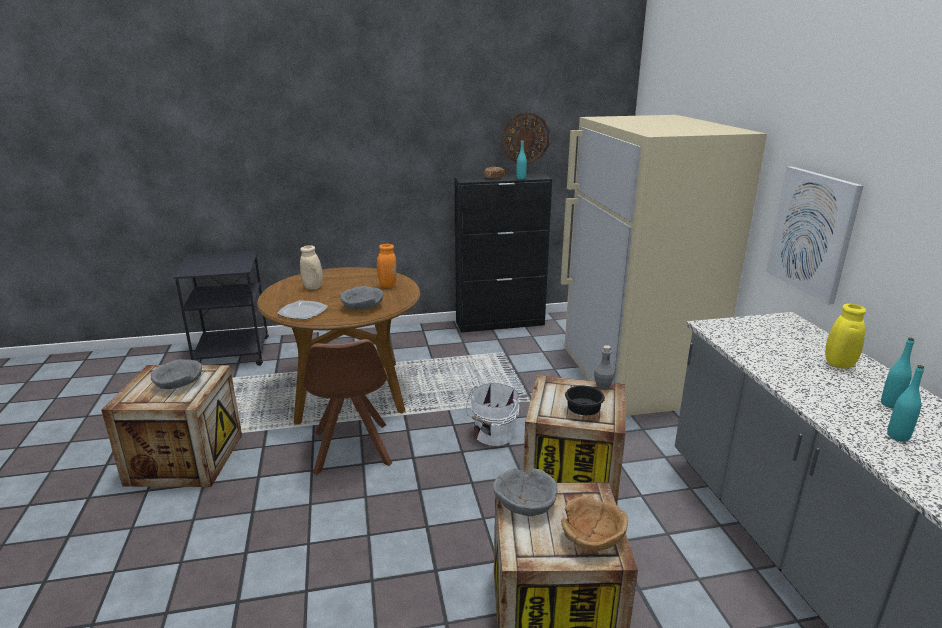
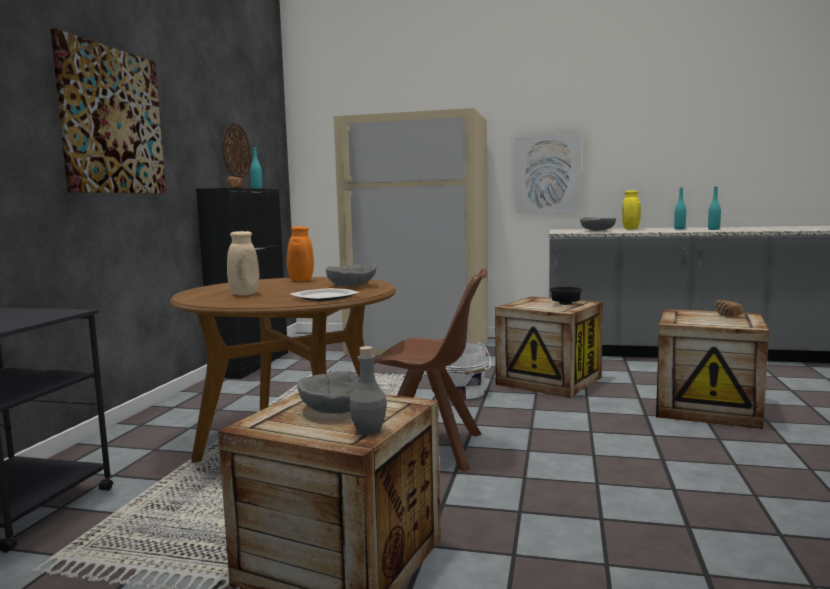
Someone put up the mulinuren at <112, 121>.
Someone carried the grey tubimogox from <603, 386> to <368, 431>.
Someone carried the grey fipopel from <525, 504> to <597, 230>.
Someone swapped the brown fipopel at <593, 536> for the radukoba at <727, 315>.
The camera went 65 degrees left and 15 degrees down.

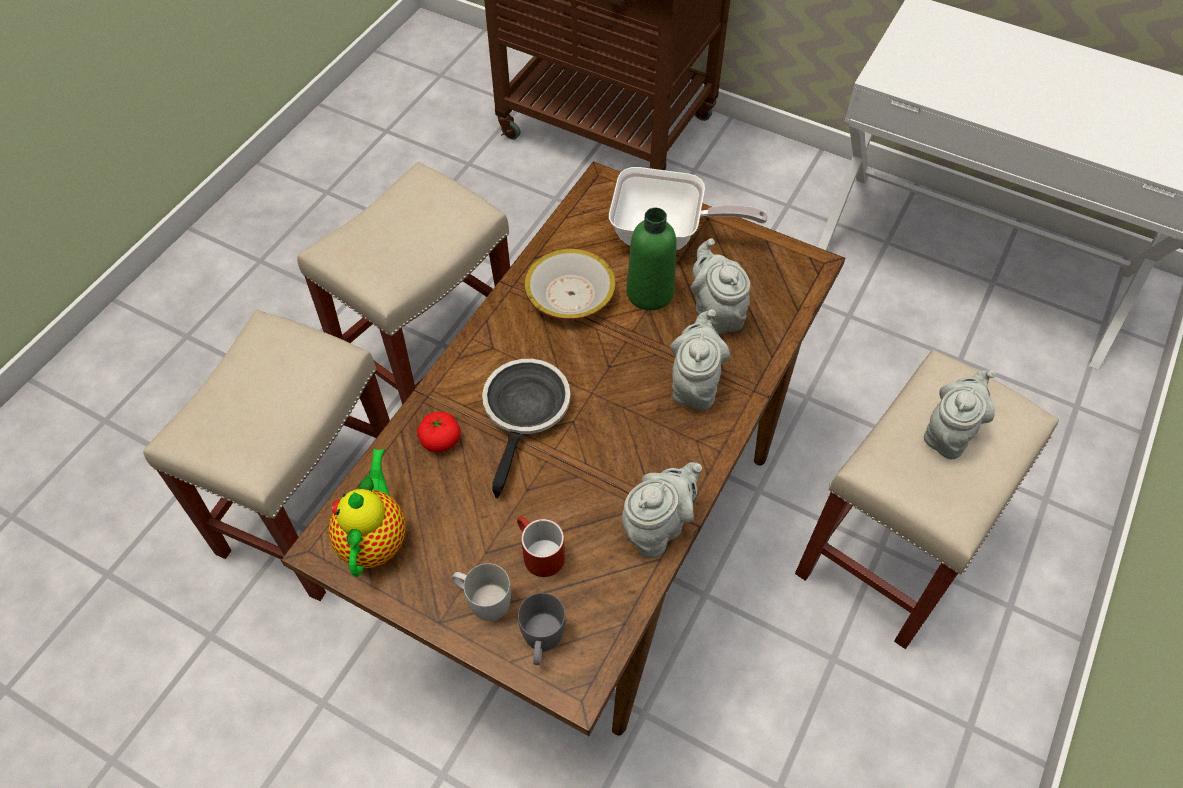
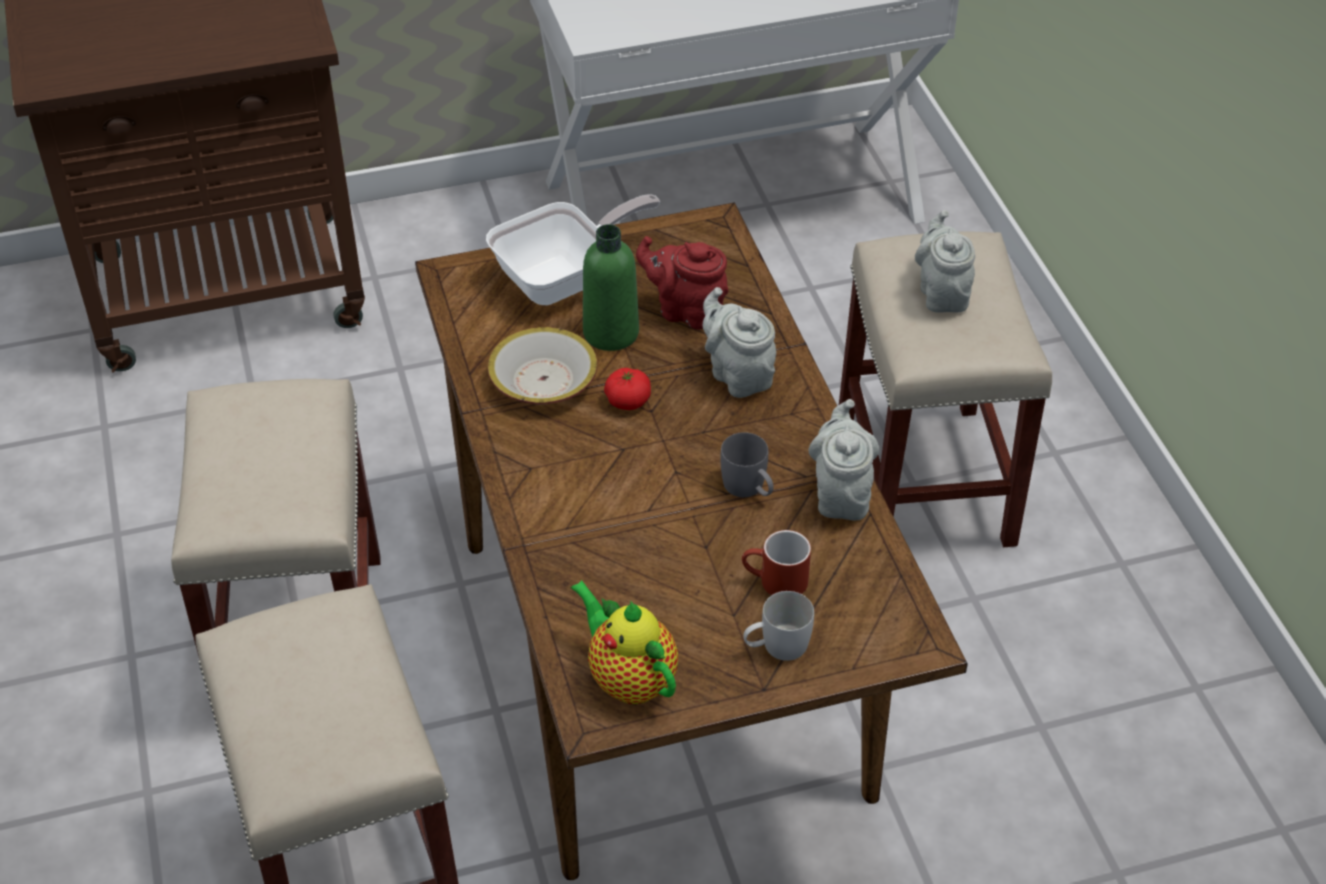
Someone carried the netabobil from <440, 440> to <628, 401>.
Someone repainted the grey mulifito at <716, 312>, which became the red mulifito at <686, 310>.
Someone carried the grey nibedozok from <542, 641> to <749, 489>.
Someone took away the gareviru at <526, 413>.
The camera went 45 degrees left and 10 degrees down.

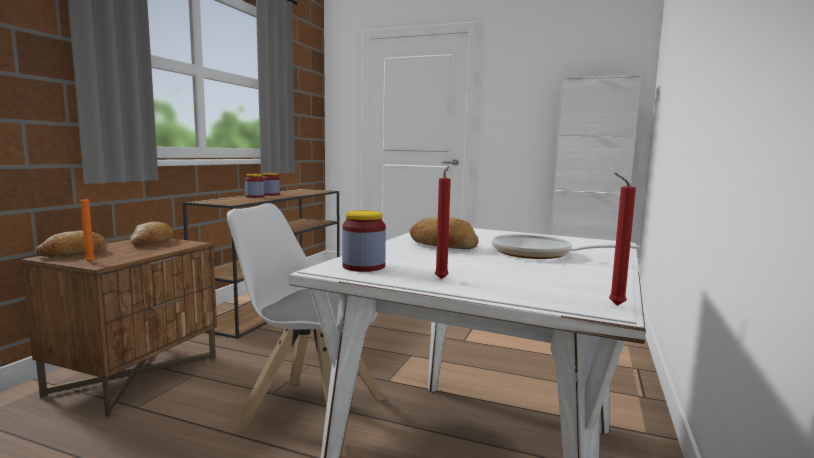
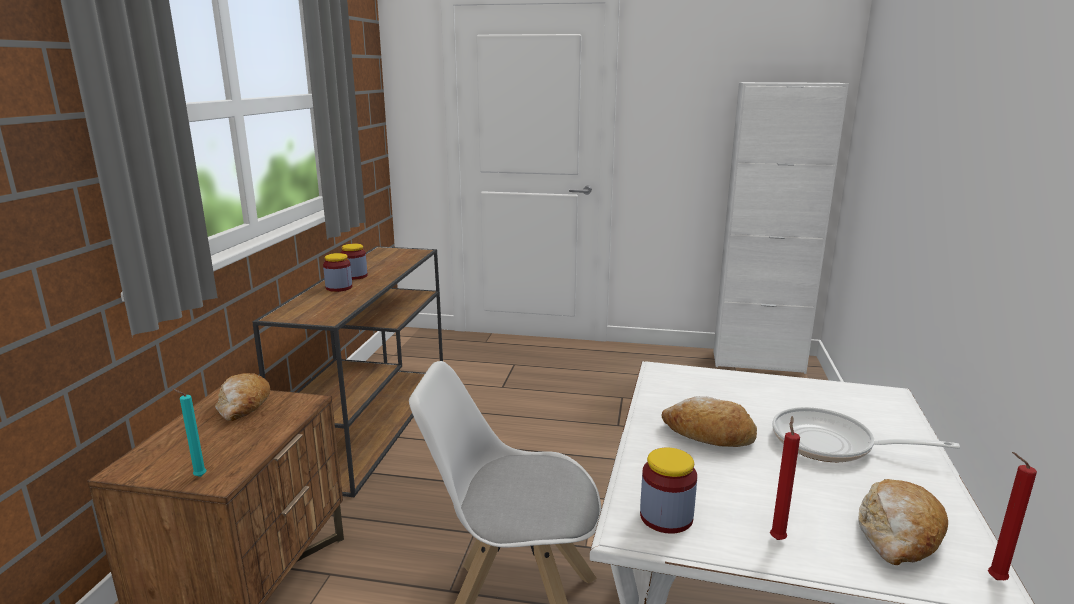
Someone repainted the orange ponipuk at <88, 262>, which became the turquoise ponipuk at <198, 476>.
Someone carried the radukoba from <74, 254> to <898, 535>.
The camera went 10 degrees left and 10 degrees up.

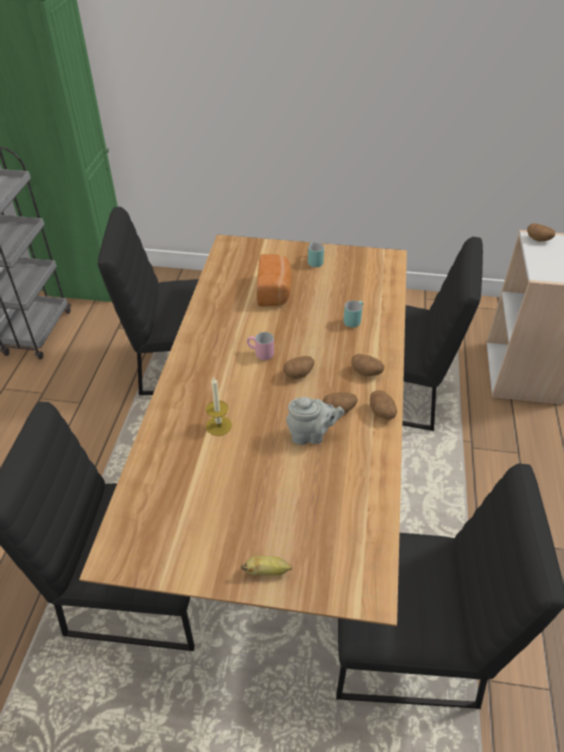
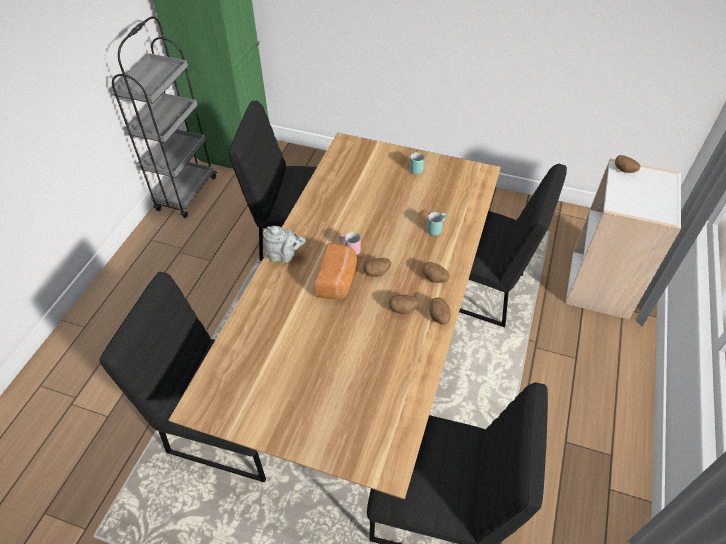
Someone carried the grey mulifito from <311, 435> to <284, 256>.
Someone carried the radukoba from <274, 291> to <338, 281>.
Someone took away the ponipuk at <218, 425>.
Someone took away the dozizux at <267, 571>.
The camera went 10 degrees right and 5 degrees up.

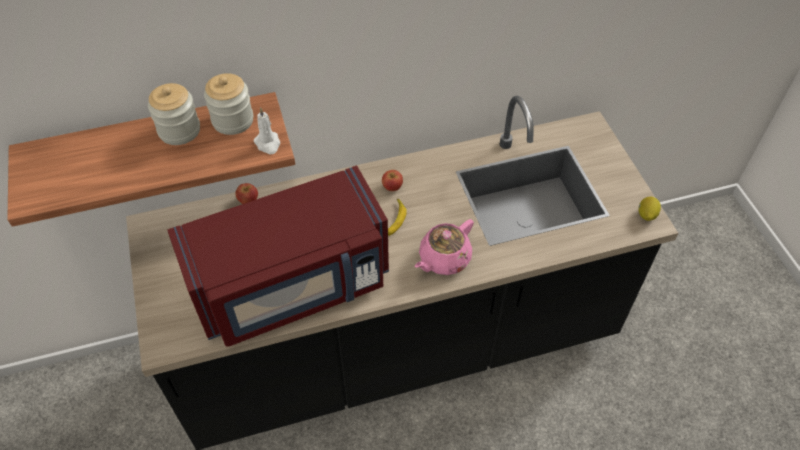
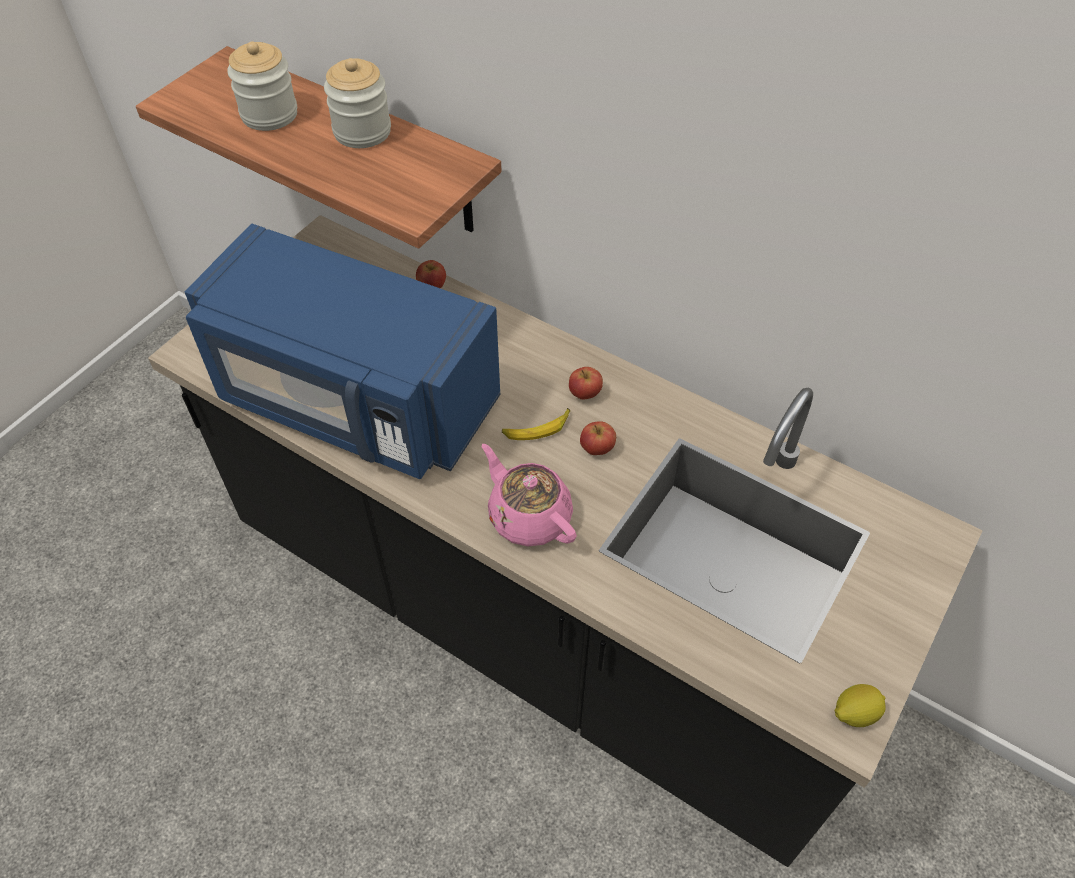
Someone repainted the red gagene at <293, 286>, which became the blue gagene at <354, 401>.
Someone carried the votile from <233, 120> to <269, 115>.
Someone rotated the pink mulifito at <443, 259> by 45 degrees clockwise.
Someone put down the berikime at <597, 449>.
Someone took away the white ponipuk at <268, 144>.
The camera went 50 degrees right and 0 degrees up.

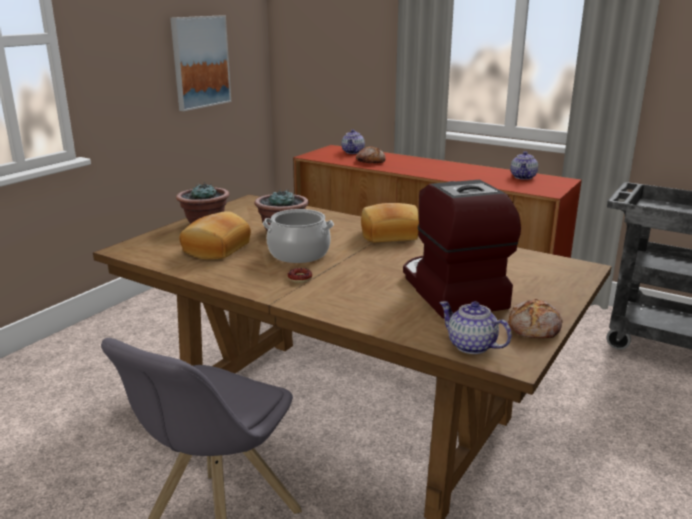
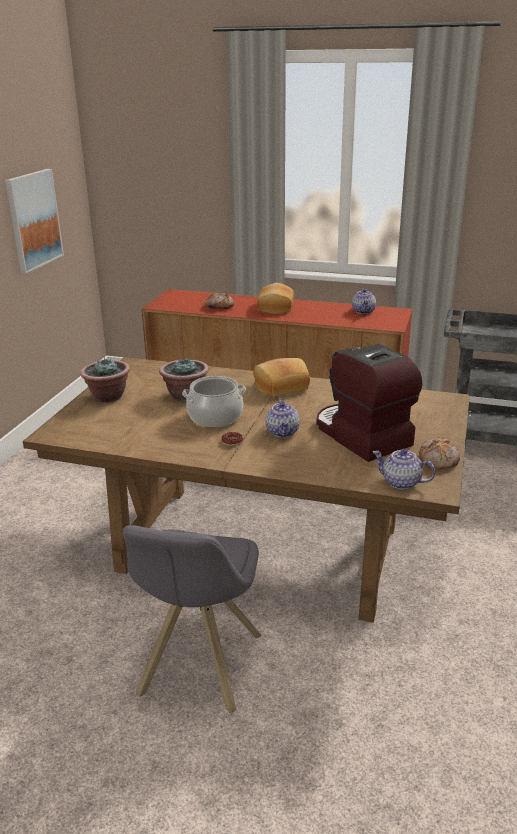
Someone carried the radukoba from <215, 248> to <274, 307>.
Someone carried the mulifito from <353, 152> to <283, 432>.
The camera went 15 degrees left and 5 degrees up.

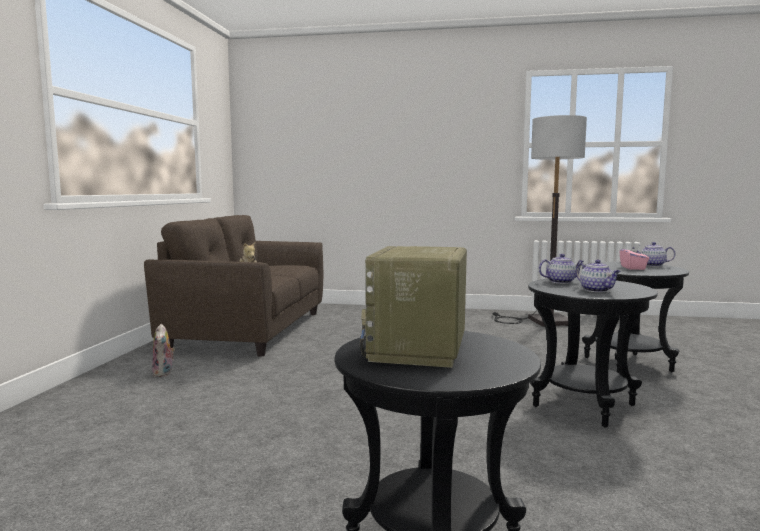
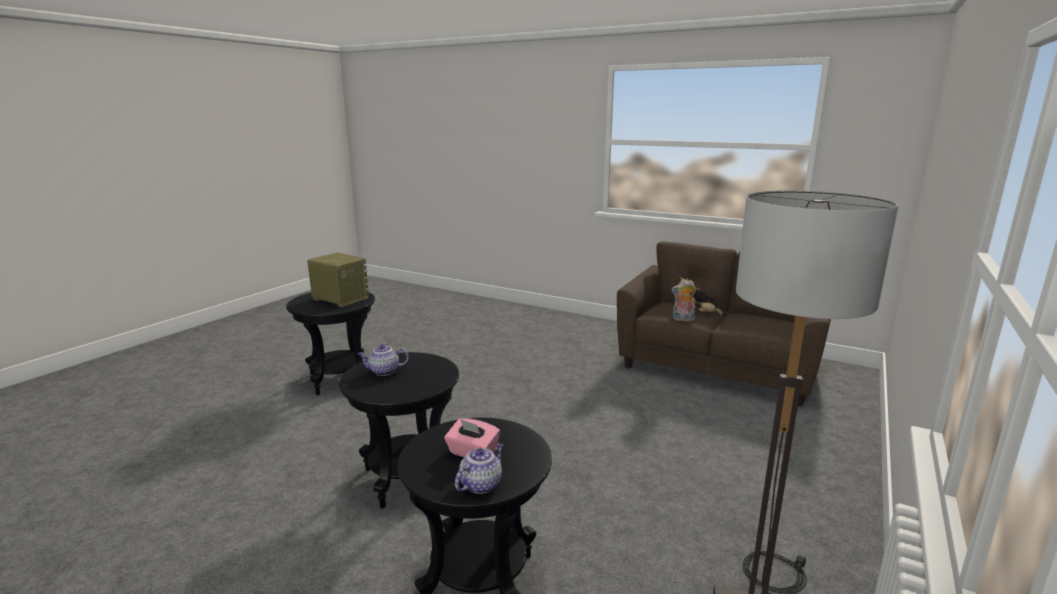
Someone carried the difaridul from <164, 373> to <682, 319>.
Someone took away the mulifito at <561, 282>.
The camera went 110 degrees right and 10 degrees up.

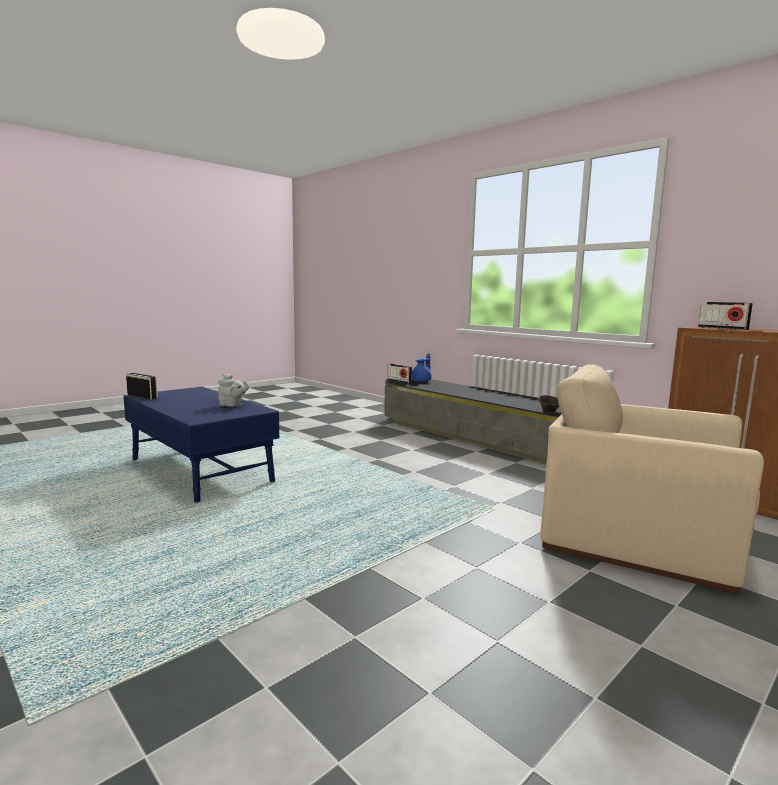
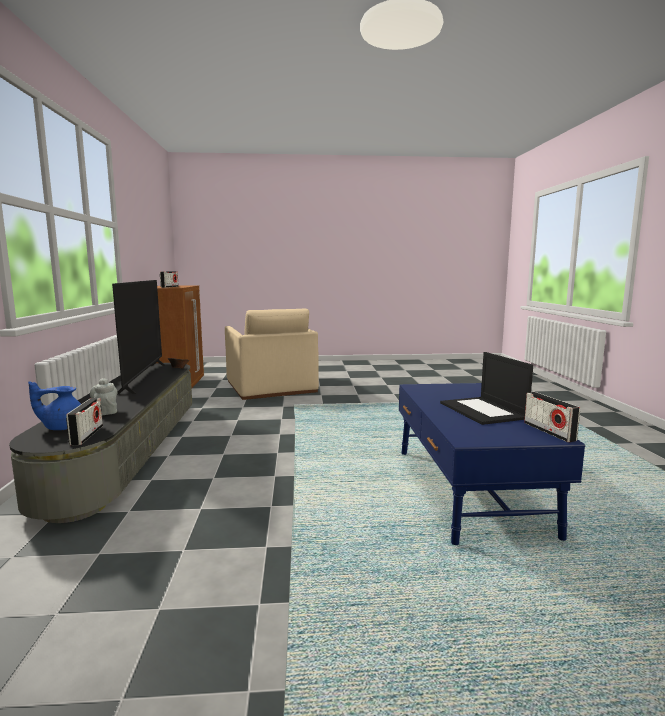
Someone carried the grey mulifito from <232, 405> to <106, 412>.
Someone put down the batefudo at <143, 378>.
Someone put down the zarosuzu at <483, 411>.
The camera went 140 degrees left and 0 degrees up.

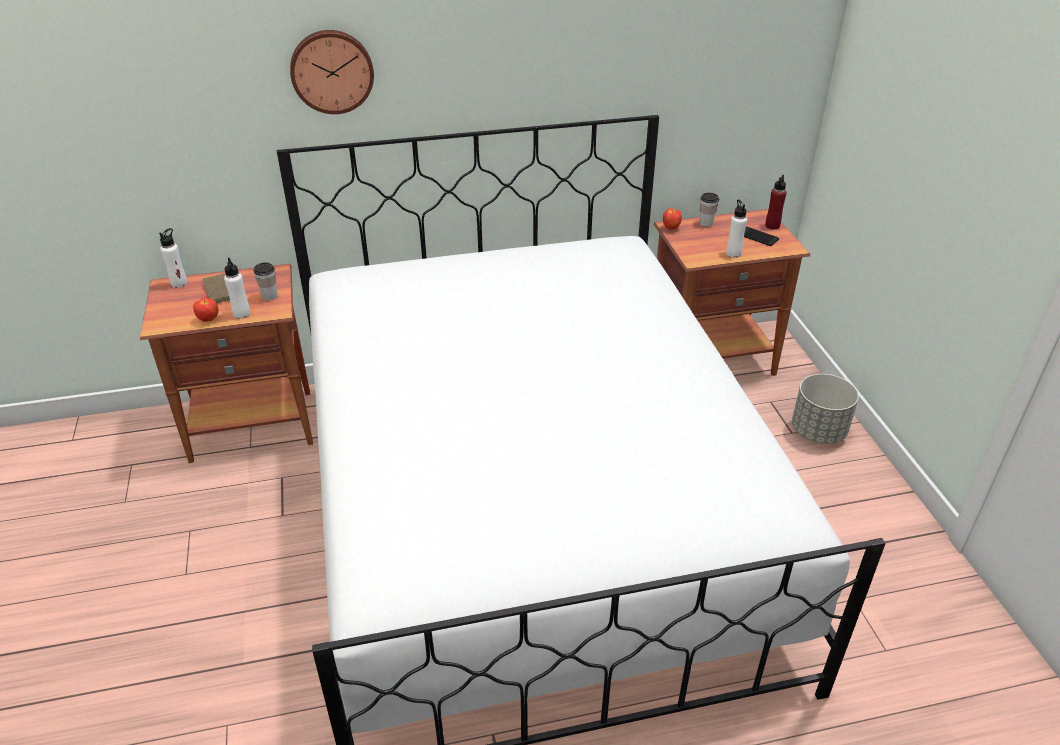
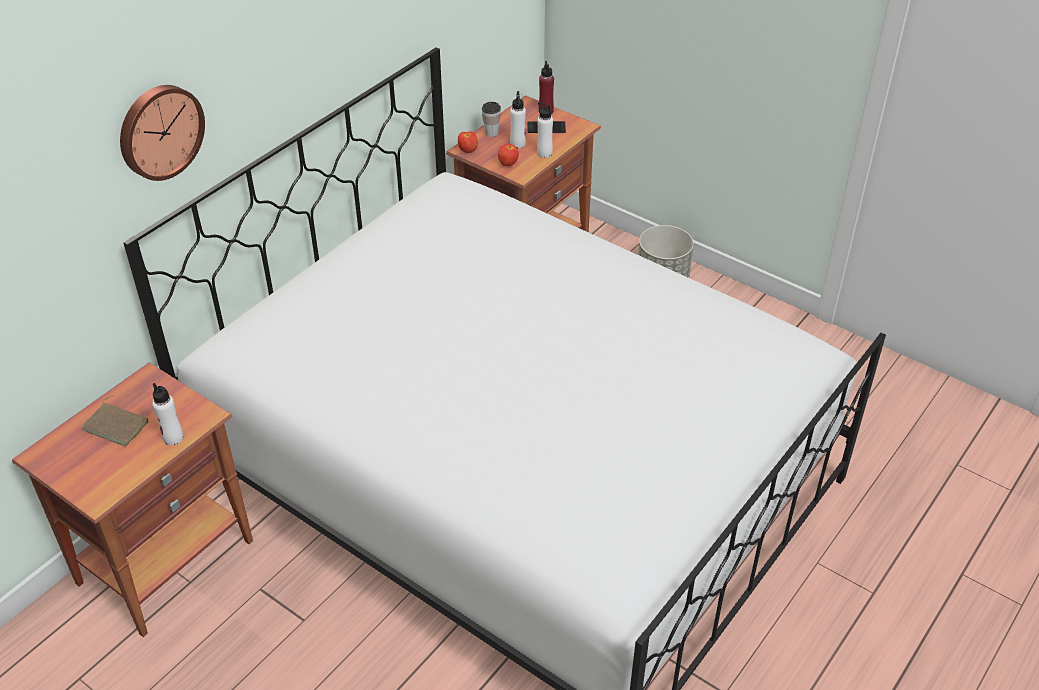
Someone carried the berikime from <209, 319> to <508, 164>.
Someone carried the white tubimogox from <179, 283> to <518, 144>.
Someone took away the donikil at <269, 296>.
The camera went 40 degrees left and 5 degrees up.

